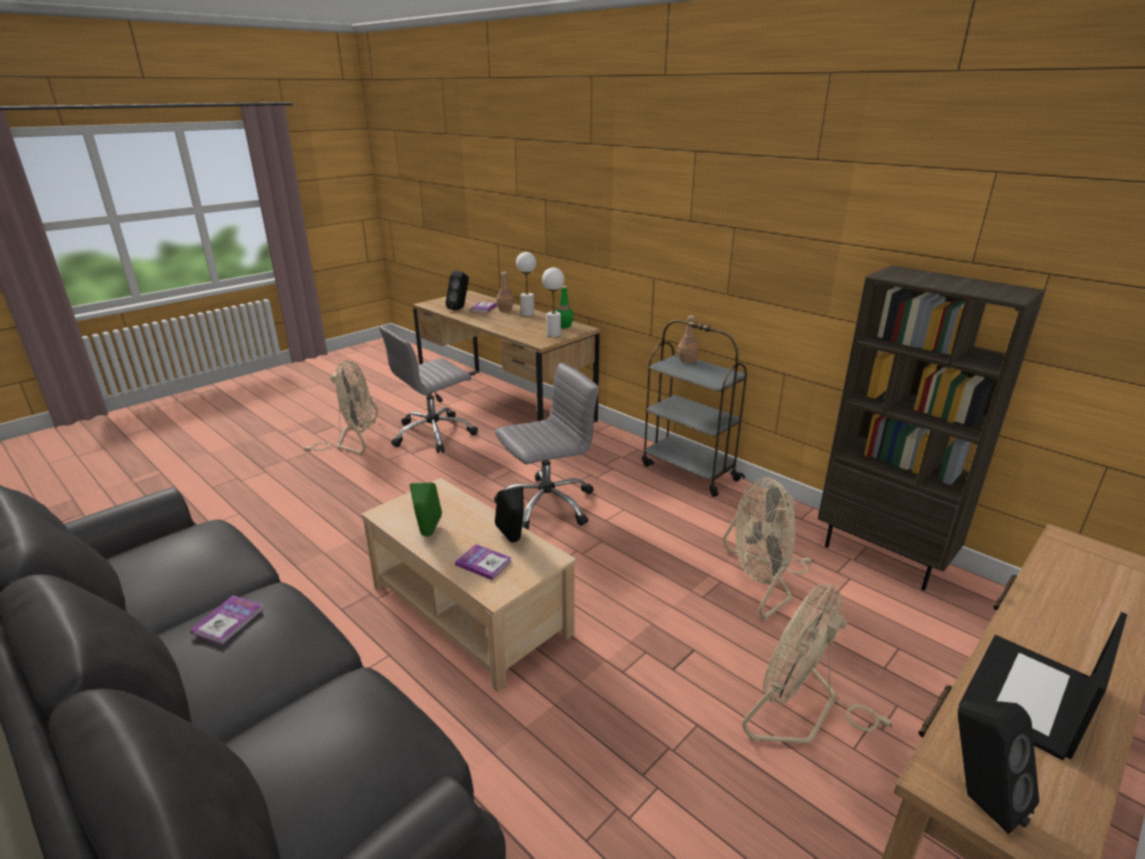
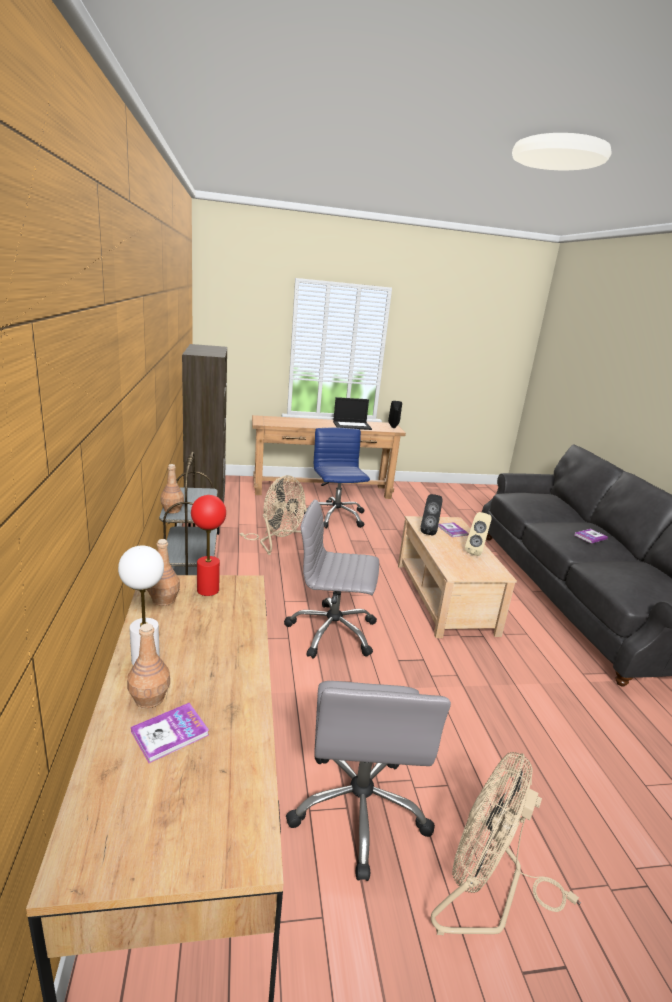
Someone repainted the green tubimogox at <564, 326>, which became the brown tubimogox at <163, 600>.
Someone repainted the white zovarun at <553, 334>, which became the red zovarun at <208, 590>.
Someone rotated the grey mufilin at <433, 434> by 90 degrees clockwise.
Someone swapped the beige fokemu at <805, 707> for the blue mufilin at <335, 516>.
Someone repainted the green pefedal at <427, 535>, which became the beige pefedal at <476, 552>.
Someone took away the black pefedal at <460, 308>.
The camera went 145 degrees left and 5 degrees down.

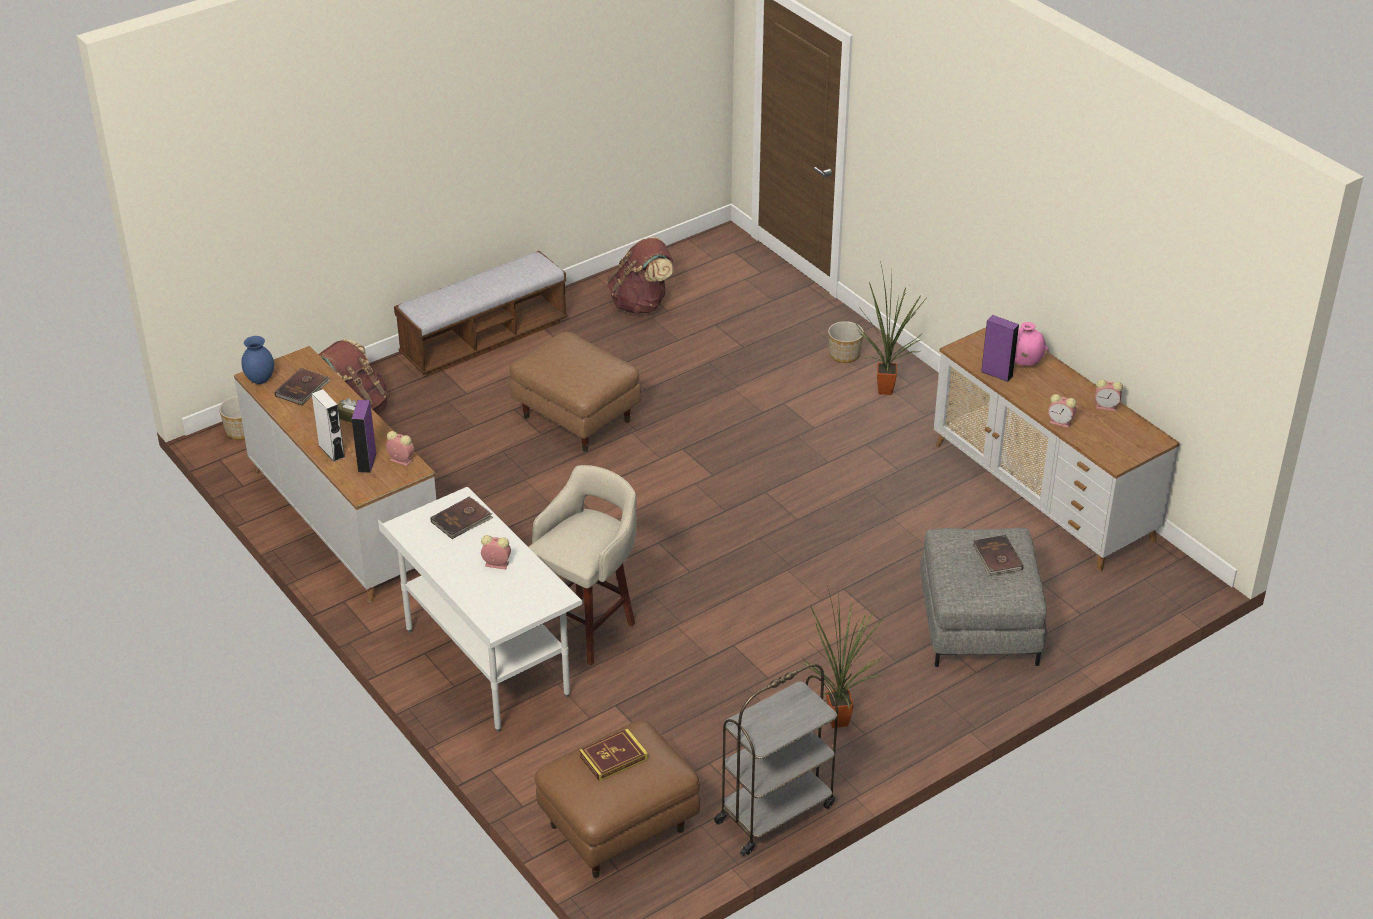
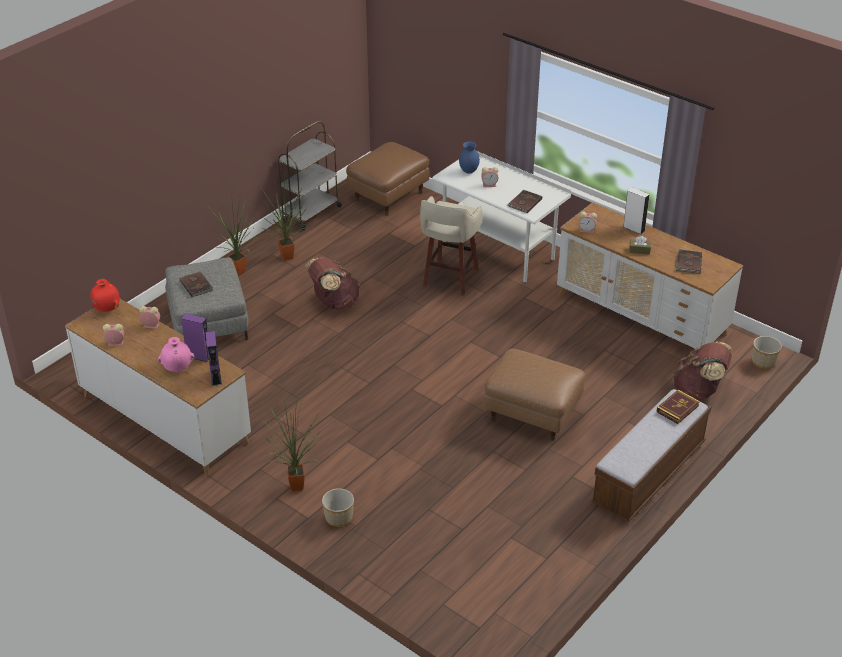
Someone put down the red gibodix at <107, 309>.
Someone carried the purple pefedal from <367, 462> to <215, 377>.
Someone put down the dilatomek at <240, 273>.
Someone carried the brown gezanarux from <641, 304> to <334, 302>.
Someone carried the blue gibodix from <259, 380> to <469, 171>.
Someone carried the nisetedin from <613, 758> to <677, 408>.
The camera went 165 degrees right and 0 degrees up.

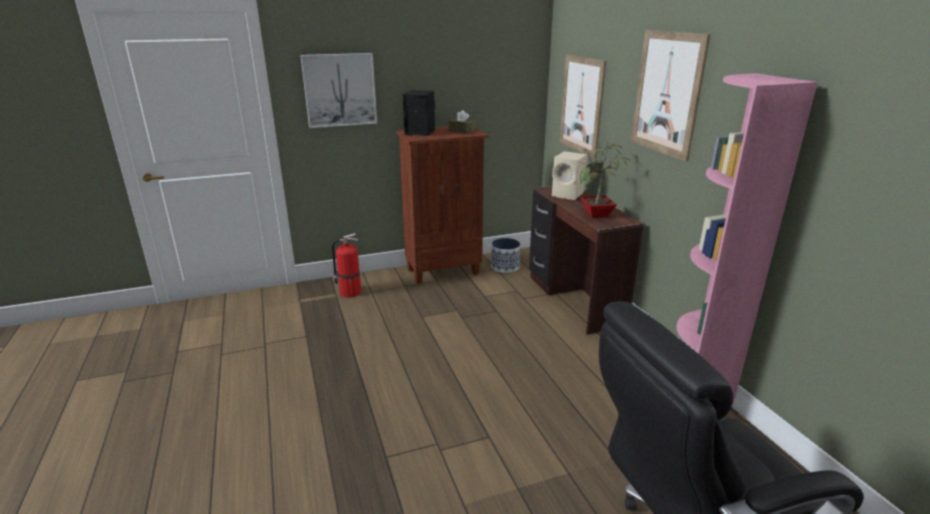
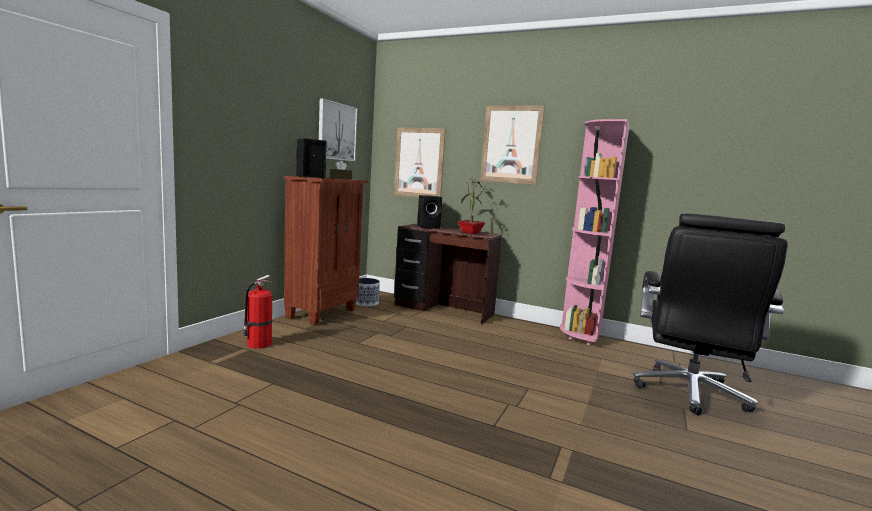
Someone carried the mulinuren from <340, 90> to <336, 131>.
Someone repainted the beige pefedal at <568, 195>, which became the black pefedal at <429, 227>.
The camera went 45 degrees left and 15 degrees down.

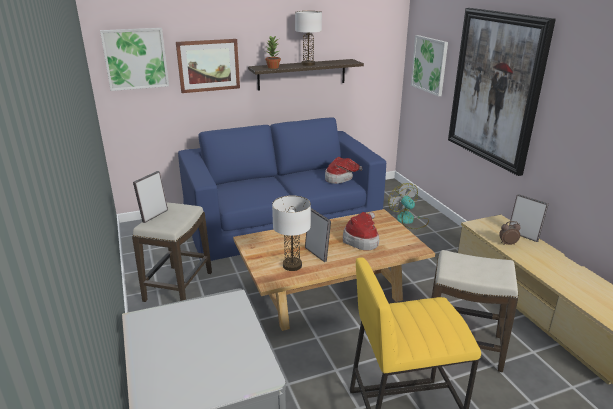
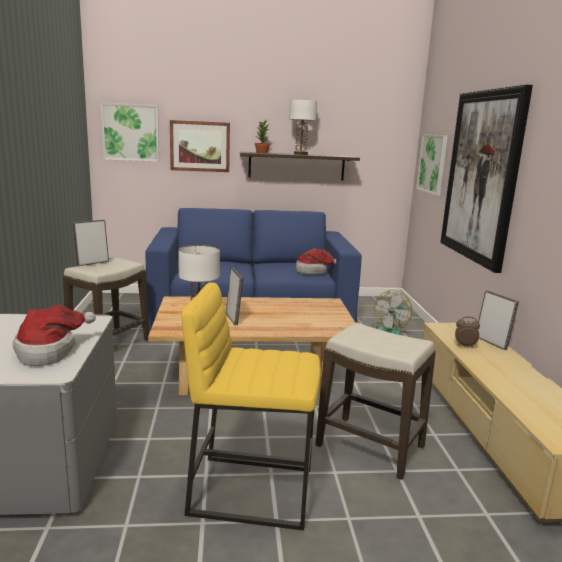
Someone carried the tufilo from <362, 240> to <50, 351>.
Someone rotated the fokemu at <409, 220> by 135 degrees counterclockwise.
The camera went 15 degrees right and 10 degrees down.

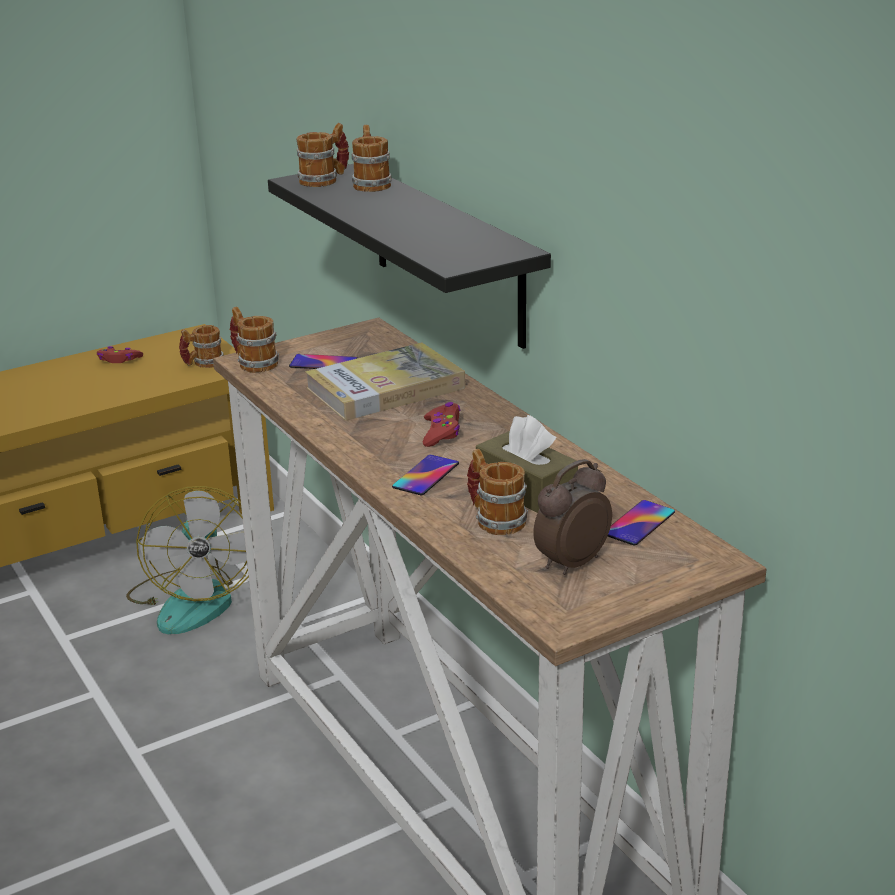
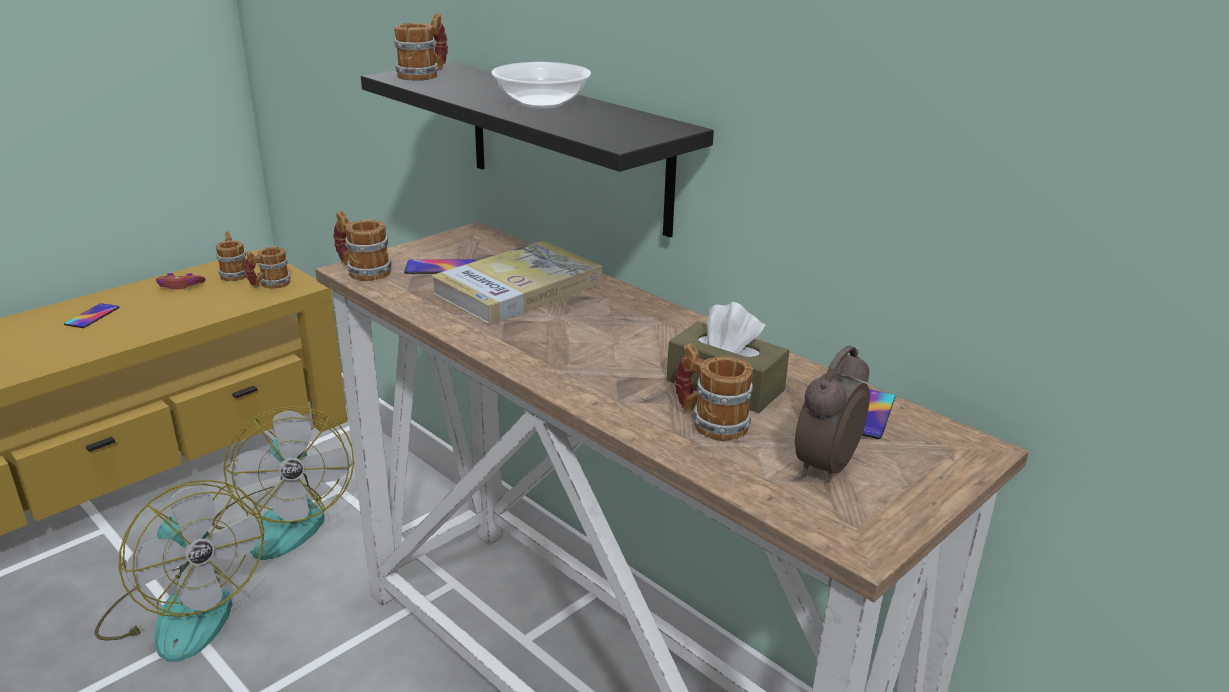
Someone carried the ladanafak from <425, 475> to <92, 316>.
Someone put down the fokemu at <184, 611>.
Someone carried the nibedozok from <371, 184> to <234, 273>.
Someone put down the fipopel at <542, 103>.
Someone took away the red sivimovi at <442, 432>.
The camera went 15 degrees left and 0 degrees up.

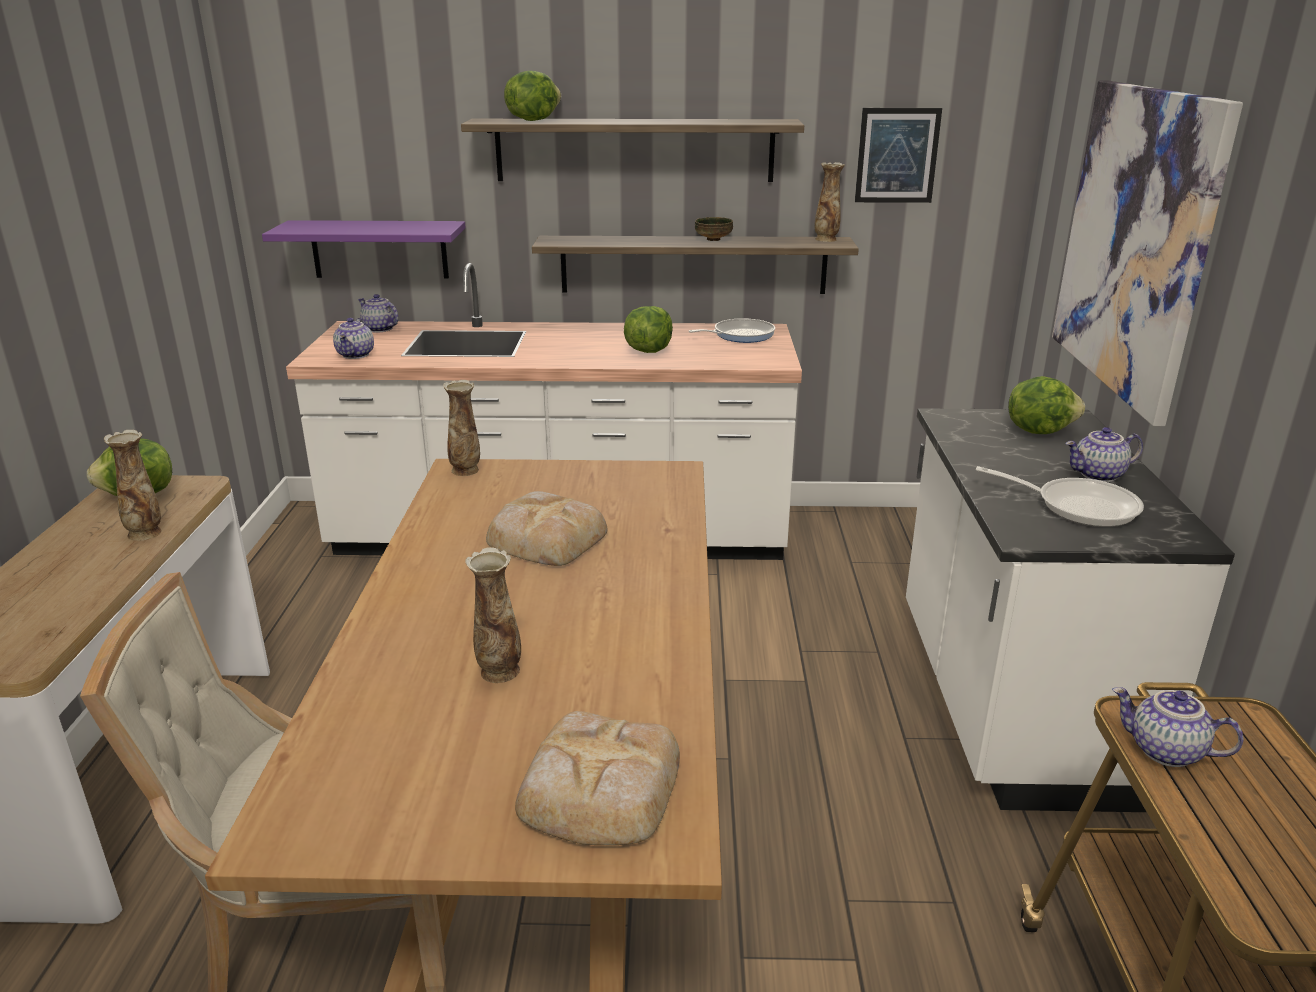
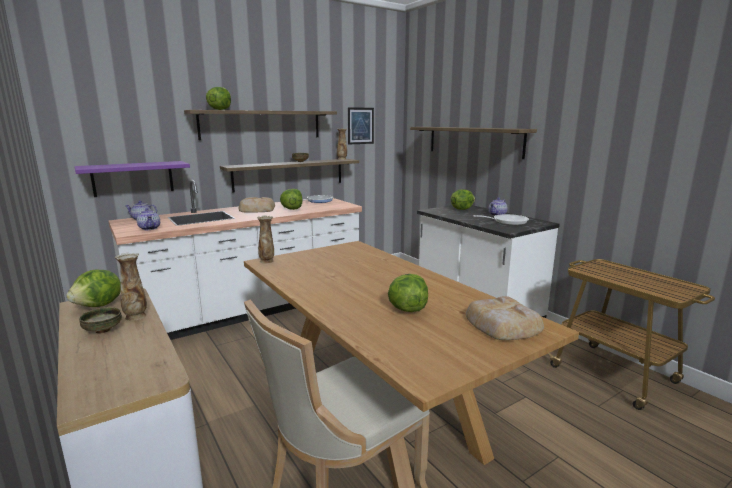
Someone put down the fipopel at <102, 330>.
Someone carried the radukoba from <546, 537> to <256, 209>.
Someone swapped the gibodix at <499, 672> for the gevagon at <407, 309>.
Someone swapped the mulinuren at <1135, 242> for the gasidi at <473, 141>.
Someone took away the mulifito at <1164, 751>.
The camera went 35 degrees left and 10 degrees down.

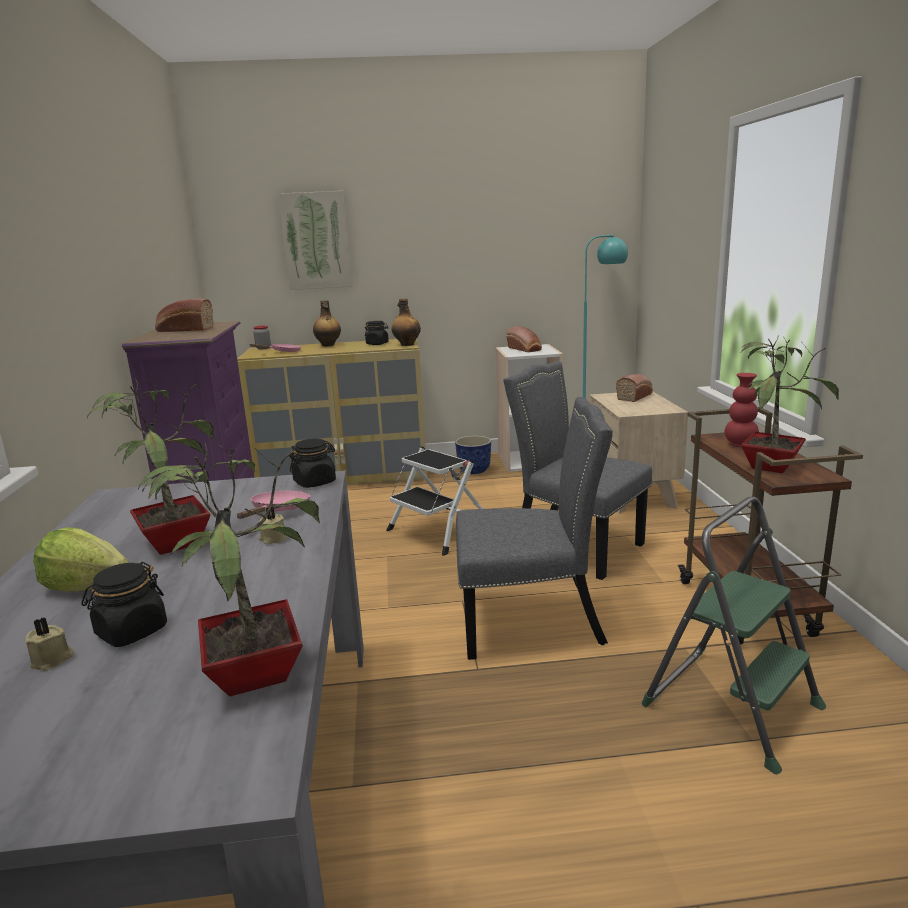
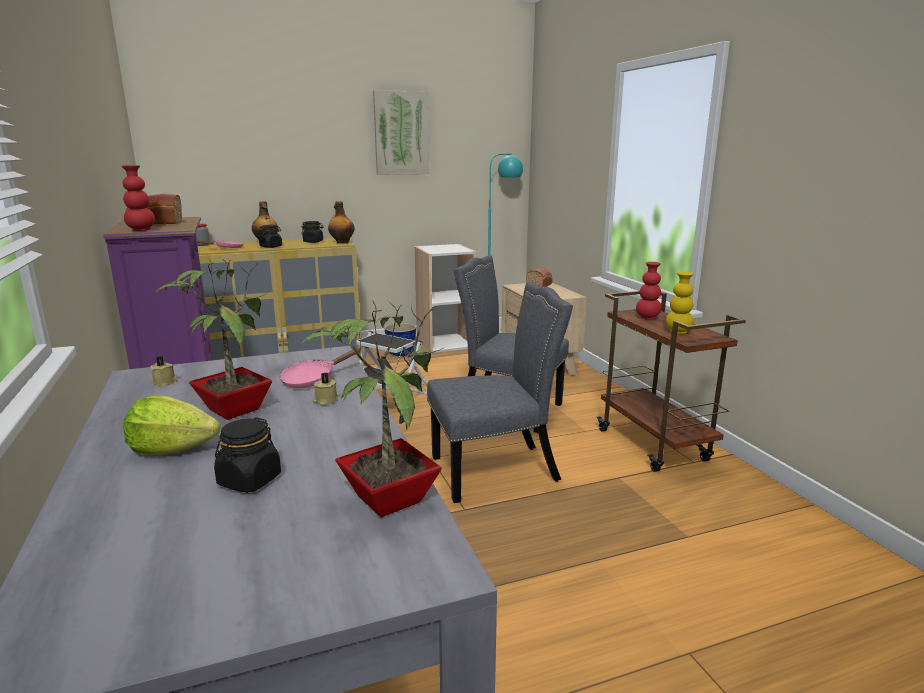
Someone put down the red gibodix at <141, 230>.
Someone carried the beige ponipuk from <53, 660> to <165, 382>.
Someone carried the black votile from <315, 482> to <271, 246>.
Someone rotated the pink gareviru at <278, 511> by 135 degrees counterclockwise.
Someone carried the mulinuren from <316, 241> to <401, 133>.
Someone swapped the dilatomek at <771, 466> for the yellow gibodix at <678, 332>.
Someone took away the radukoba at <525, 349>.
Someone took away the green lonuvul at <725, 702>.
The camera went 15 degrees left and 0 degrees up.

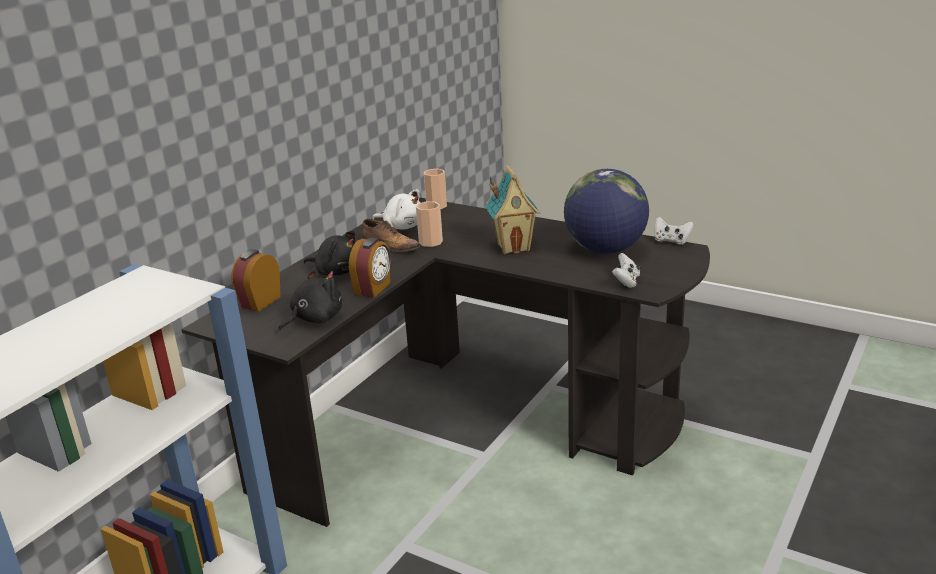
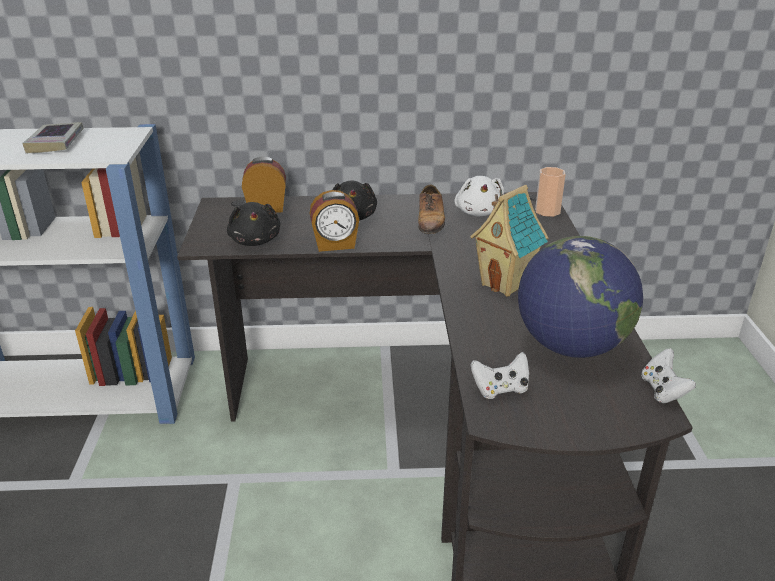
Someone put down the nisetedin at <56, 143>.
Someone rotated the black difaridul at <314, 319> by 60 degrees clockwise.
Someone took away the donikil at <430, 242>.
The camera went 55 degrees right and 5 degrees up.

